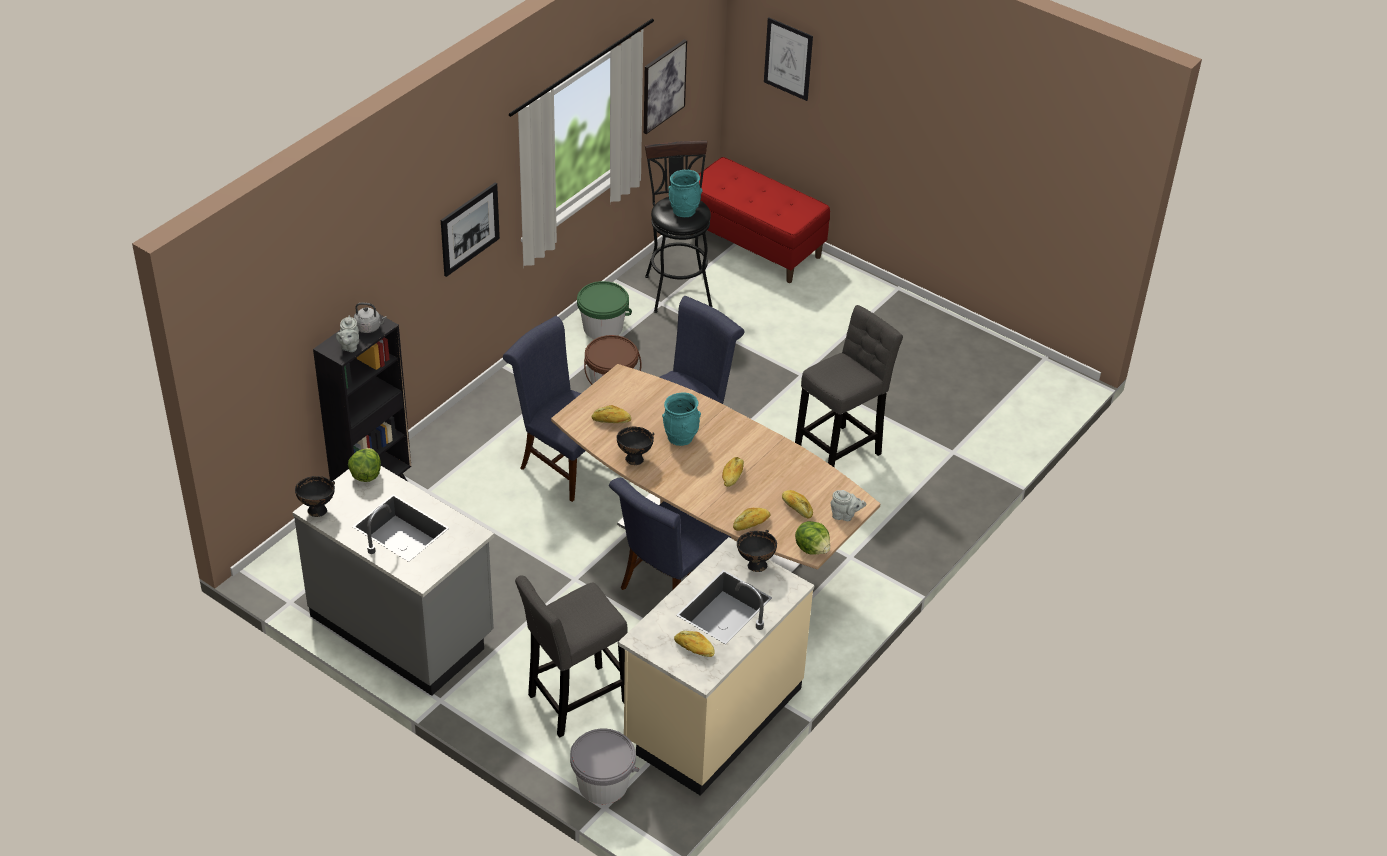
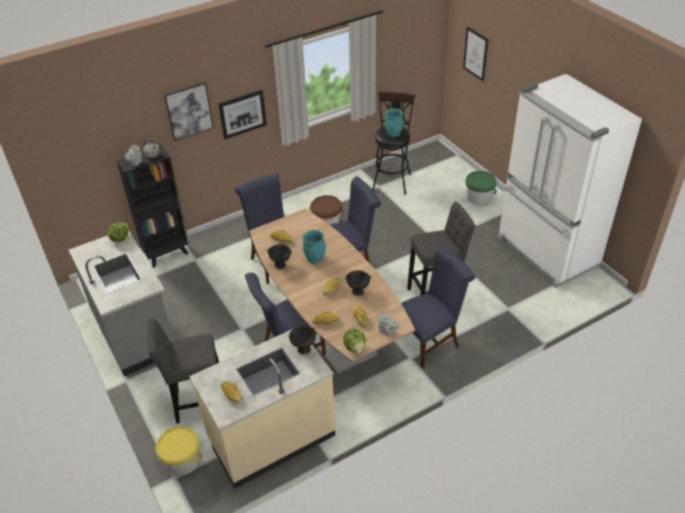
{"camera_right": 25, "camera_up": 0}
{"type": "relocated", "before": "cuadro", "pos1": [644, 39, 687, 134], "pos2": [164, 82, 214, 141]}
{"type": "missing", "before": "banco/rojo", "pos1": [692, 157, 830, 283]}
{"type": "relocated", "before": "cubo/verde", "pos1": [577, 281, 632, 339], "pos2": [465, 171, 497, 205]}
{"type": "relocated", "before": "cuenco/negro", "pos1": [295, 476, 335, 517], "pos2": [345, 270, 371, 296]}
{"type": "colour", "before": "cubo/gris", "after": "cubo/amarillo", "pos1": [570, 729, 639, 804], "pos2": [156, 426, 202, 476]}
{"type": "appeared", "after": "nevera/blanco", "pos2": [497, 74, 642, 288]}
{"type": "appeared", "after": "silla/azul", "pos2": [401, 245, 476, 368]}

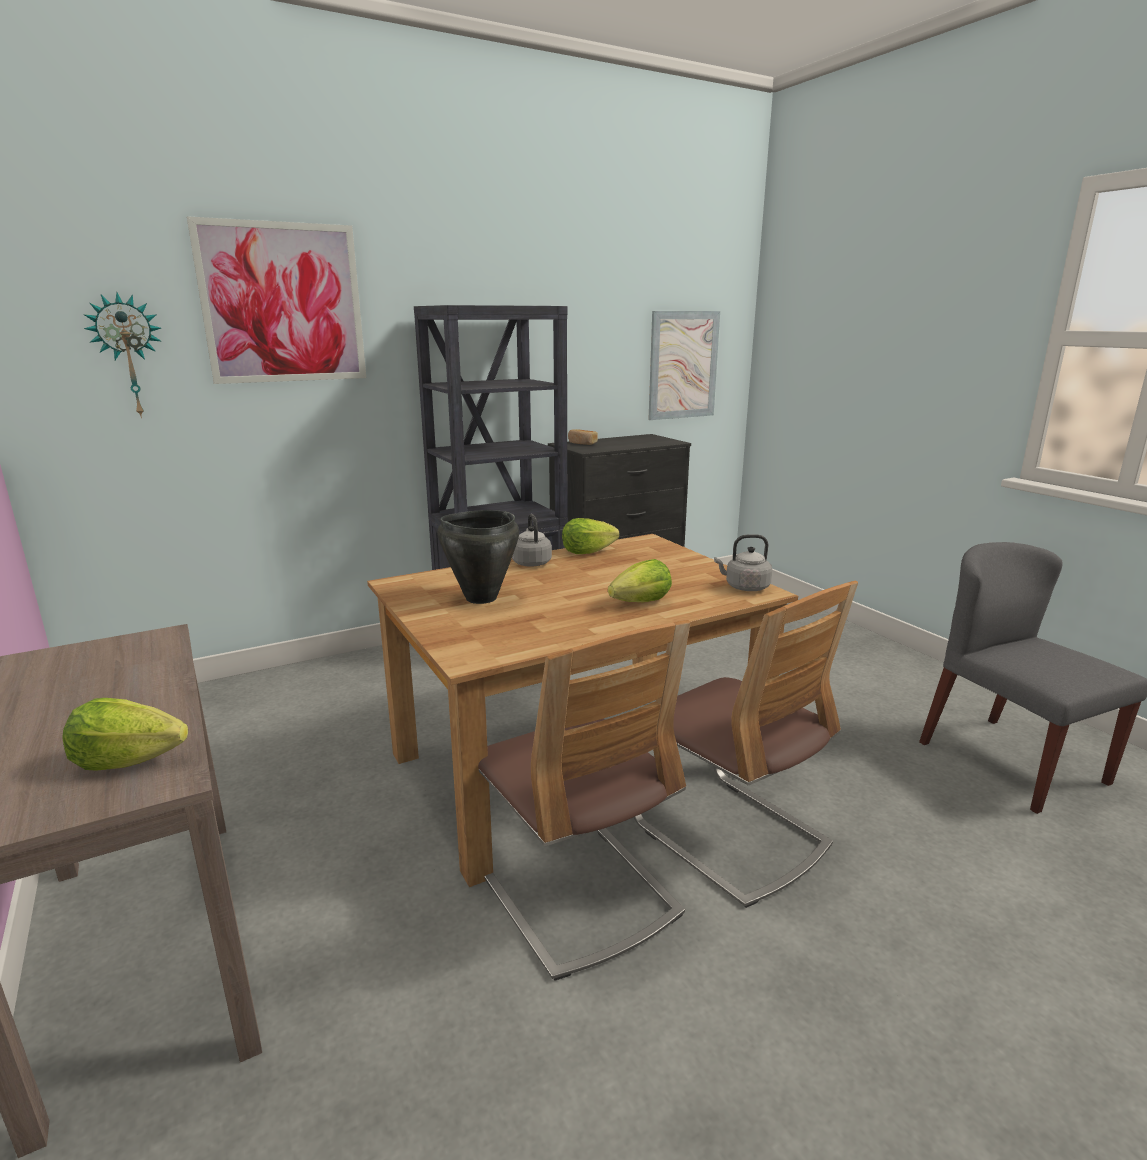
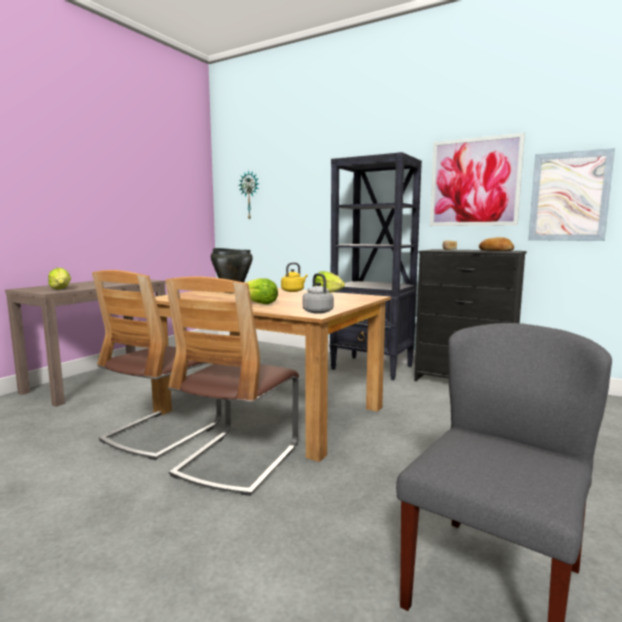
{"camera_right": 60, "camera_up": -10}
{"type": "relocated", "before": "cuadro", "pos1": [187, 216, 366, 384], "pos2": [430, 133, 525, 226]}
{"type": "colour", "before": "hervidor/gris", "after": "hervidor/amarillo", "pos1": [512, 514, 552, 567], "pos2": [281, 263, 308, 292]}
{"type": "appeared", "after": "pan", "pos2": [479, 237, 514, 251]}

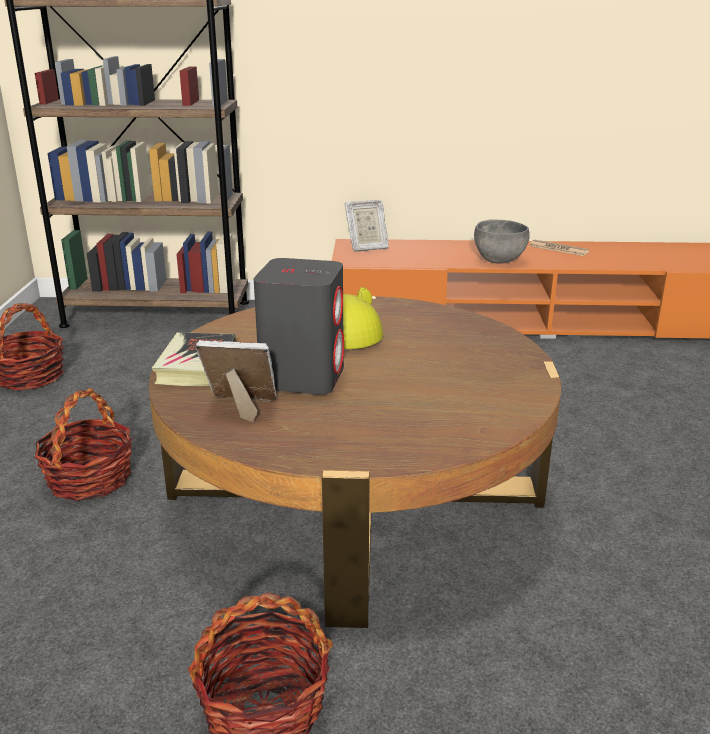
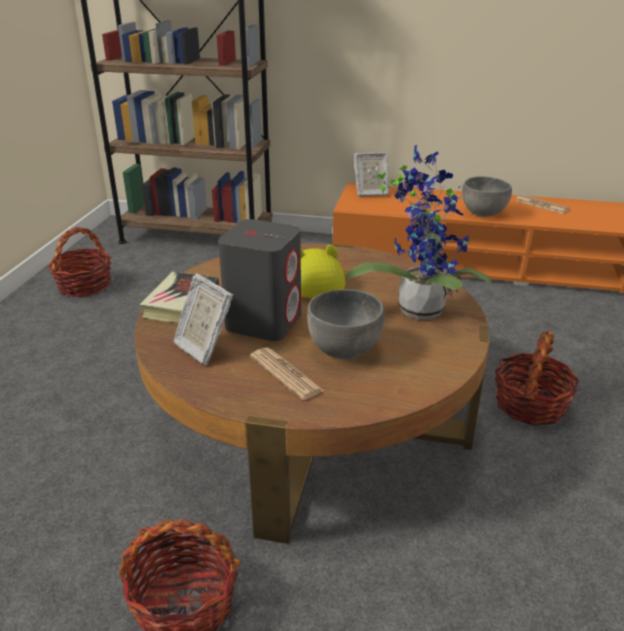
{"camera_right": 10, "camera_up": 5}
{"type": "spun", "before": "portarretratos", "pos1": [196, 340, 277, 422], "pos2": [173, 273, 233, 365], "turn": -150}
{"type": "relocated", "before": "cesta", "pos1": [35, 388, 133, 501], "pos2": [494, 330, 580, 426]}
{"type": "appeared", "after": "planta en maceta", "pos2": [346, 145, 492, 320]}
{"type": "appeared", "after": "cuenco/gris", "pos2": [307, 289, 385, 359]}
{"type": "appeared", "after": "periódico", "pos2": [250, 347, 324, 400]}

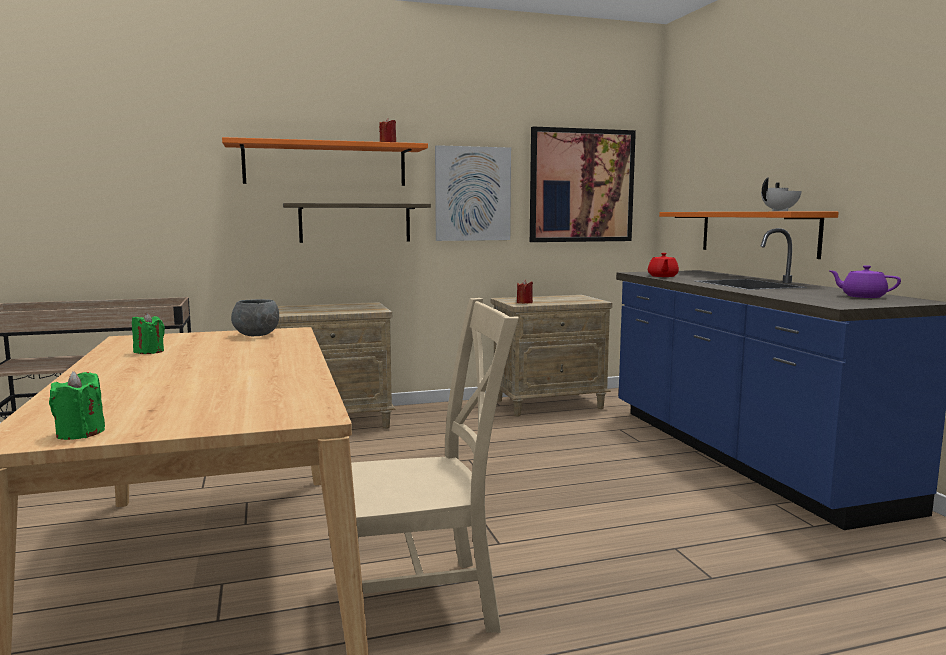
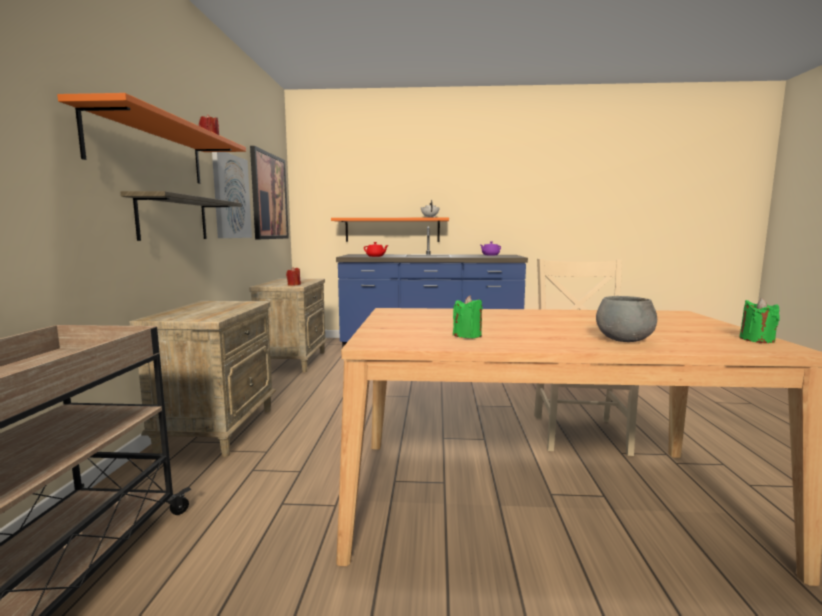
{"camera_right": -70, "camera_up": 0}
{"type": "relocated", "before": "cuenco/gris", "pos1": [231, 299, 279, 336], "pos2": [596, 296, 657, 342]}

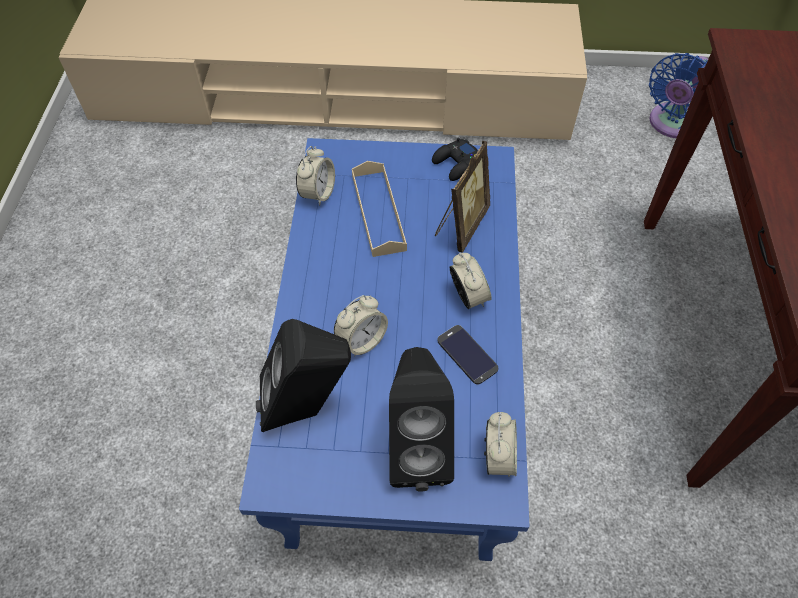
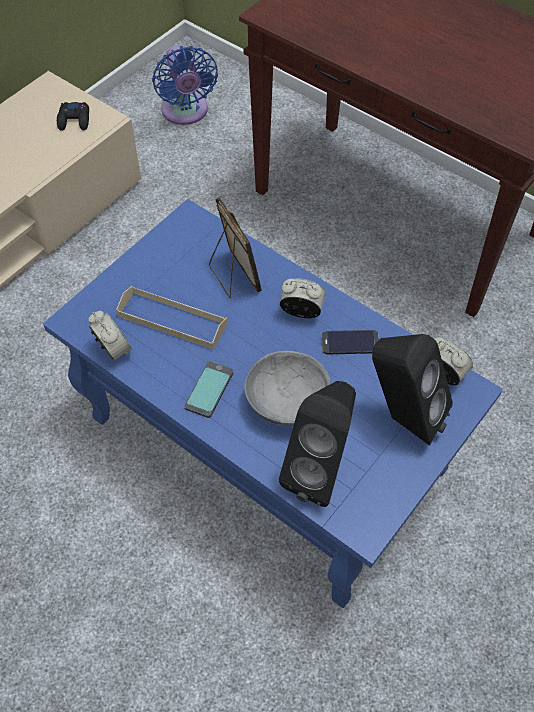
{"camera_right": -55, "camera_up": 0}
{"type": "relocated", "before": "mando de consola/negro", "pos1": [432, 137, 478, 181], "pos2": [57, 102, 89, 131]}
{"type": "exchanged", "before": "despertador", "after": "cuenco/gris", "pos1": [334, 295, 388, 357], "pos2": [244, 351, 331, 426]}
{"type": "appeared", "after": "móvil", "pos2": [184, 361, 233, 418]}

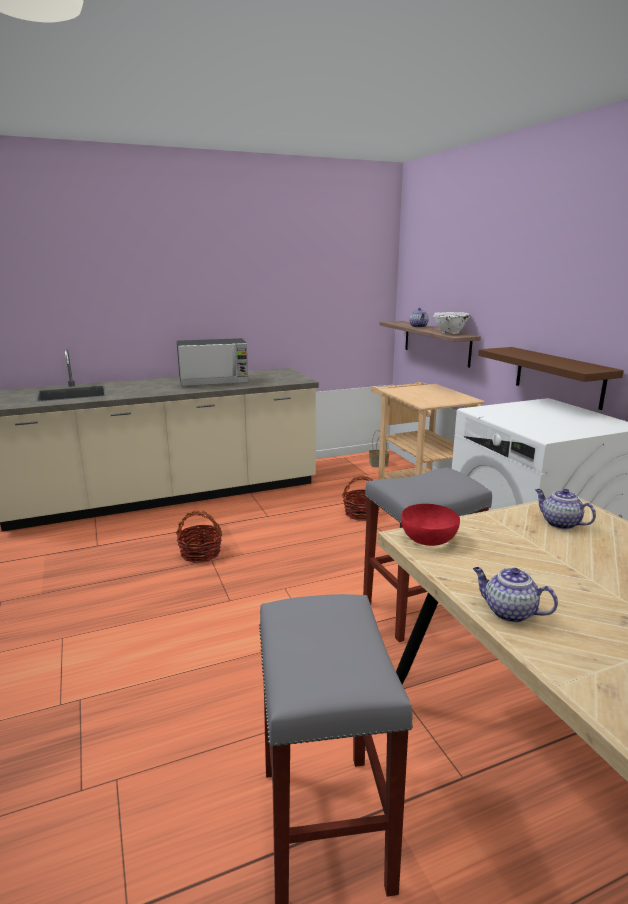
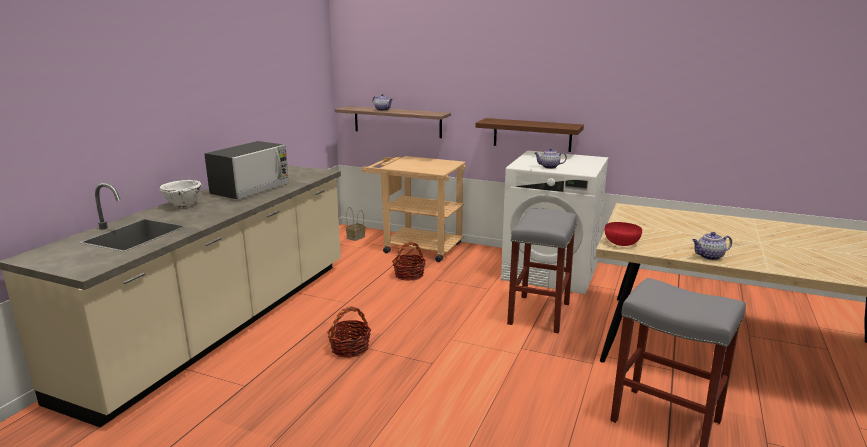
{"camera_right": -45, "camera_up": 0}
{"type": "relocated", "before": "cuenco/blanco", "pos1": [433, 312, 470, 334], "pos2": [159, 180, 202, 208]}
{"type": "relocated", "before": "tetera", "pos1": [535, 489, 596, 529], "pos2": [534, 148, 567, 169]}

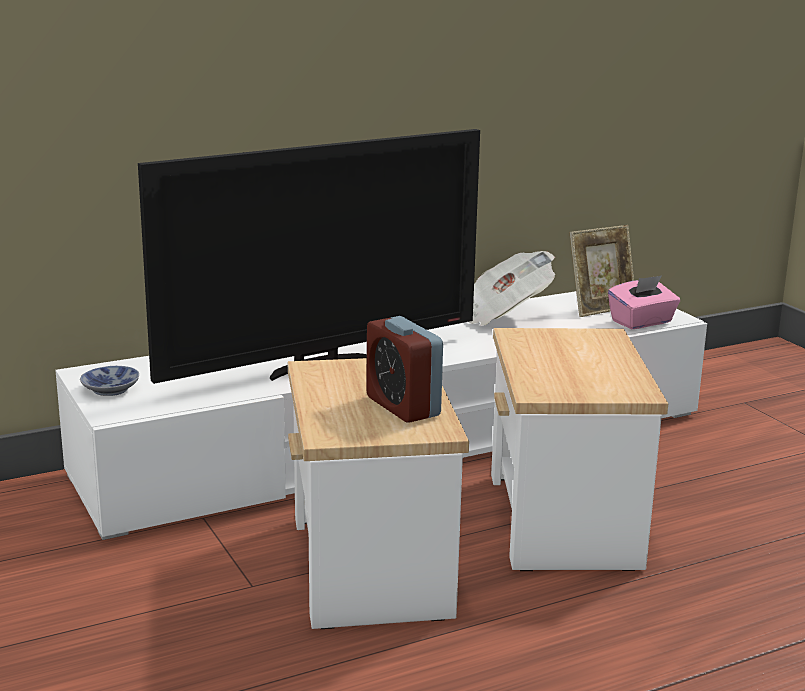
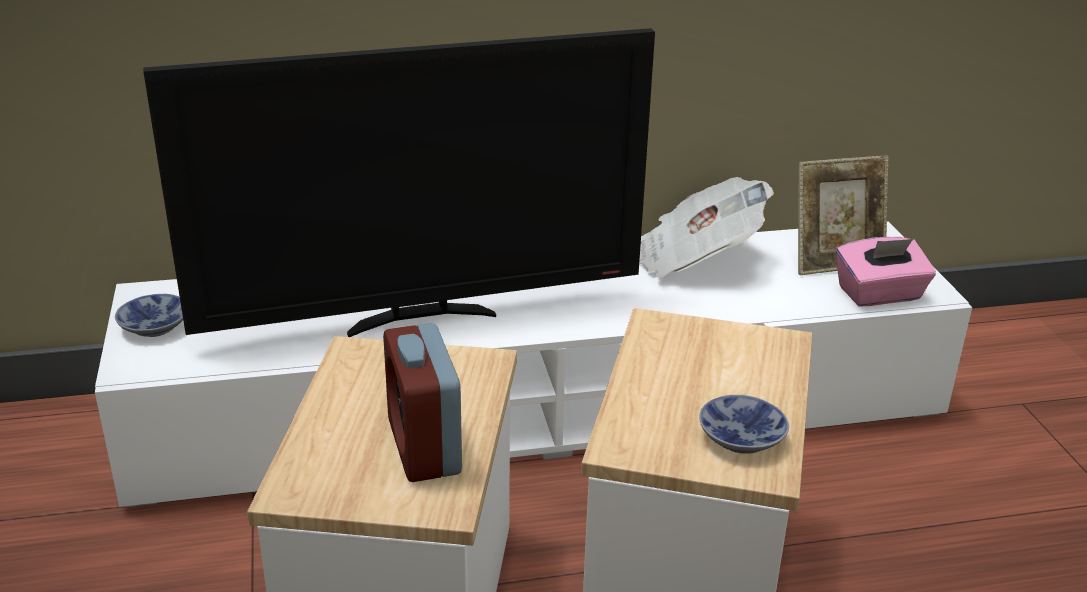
{"camera_right": 15, "camera_up": 10}
{"type": "appeared", "after": "cuenco", "pos2": [699, 395, 789, 454]}

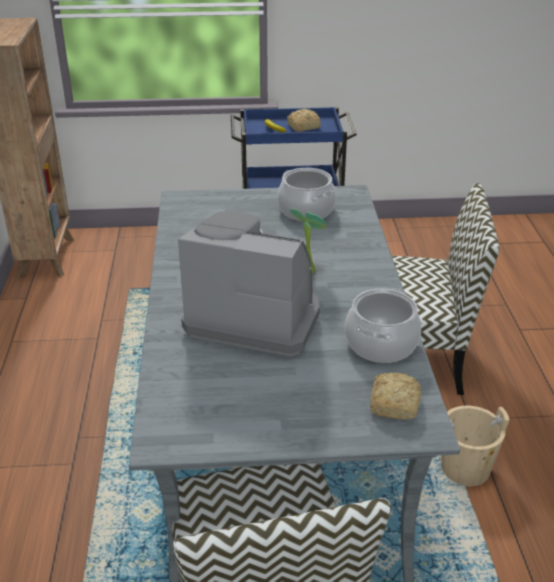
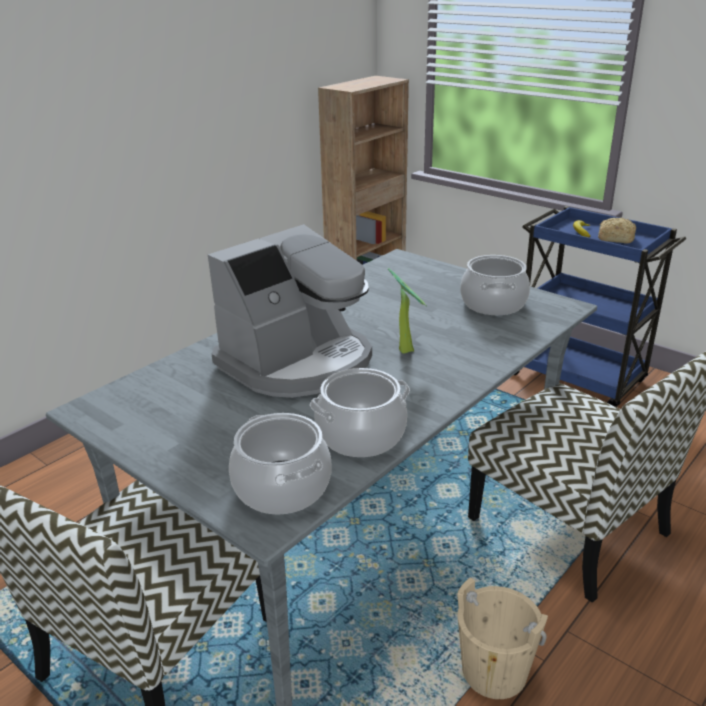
{"camera_right": 45, "camera_up": -5}
{"type": "spun", "before": "cafetera", "pos1": [178, 211, 320, 357], "pos2": [208, 224, 372, 398], "turn": 75}
{"type": "exchanged", "before": "pan", "after": "olla", "pos1": [370, 372, 421, 420], "pos2": [229, 413, 332, 515]}

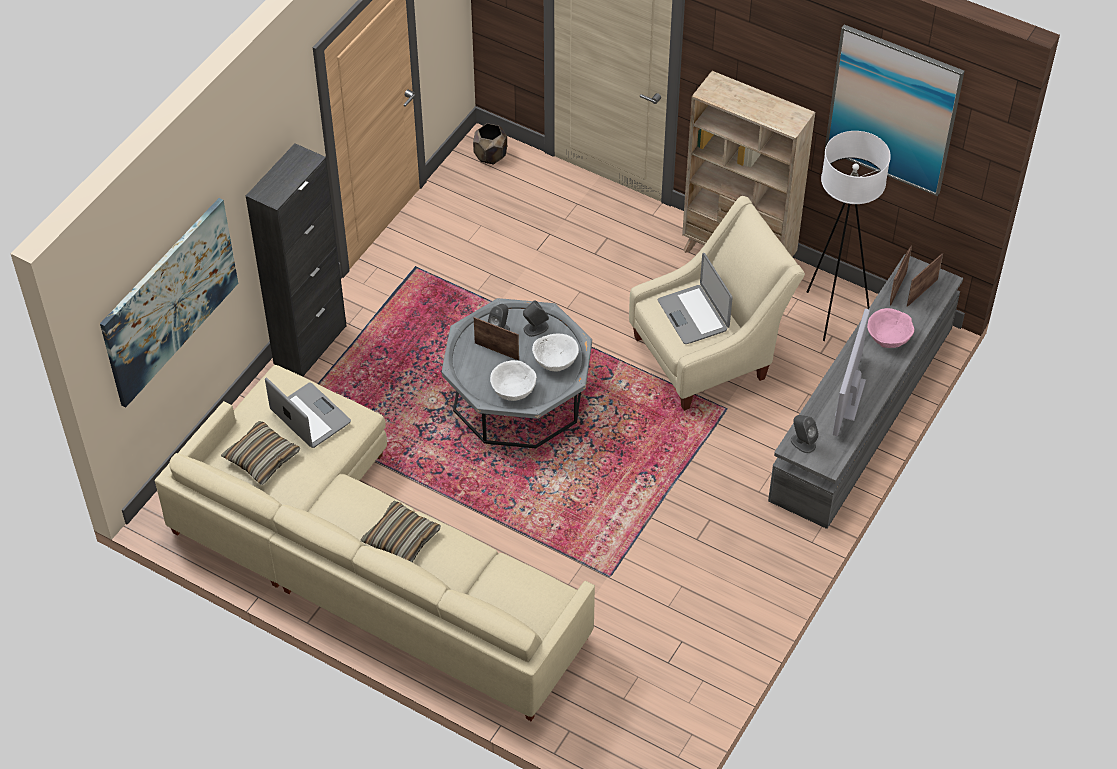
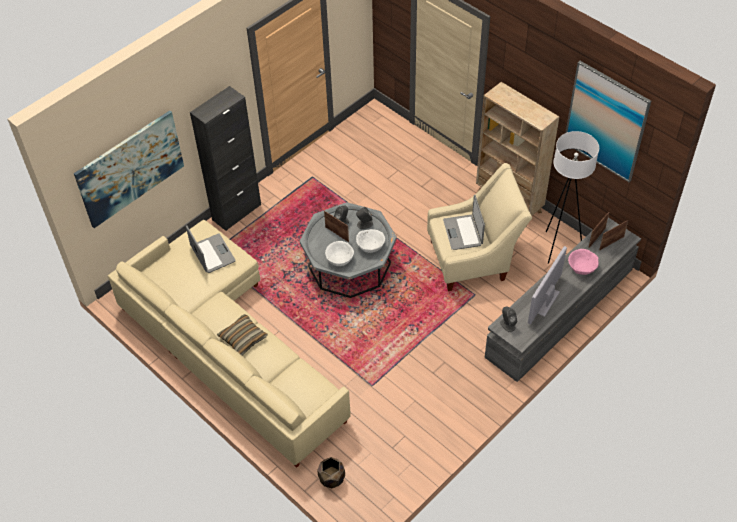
{"camera_right": 15, "camera_up": 0}
{"type": "relocated", "before": "maceta/marrón", "pos1": [473, 123, 507, 165], "pos2": [317, 457, 345, 488]}
{"type": "missing", "before": "cojín", "pos1": [221, 421, 300, 485]}

